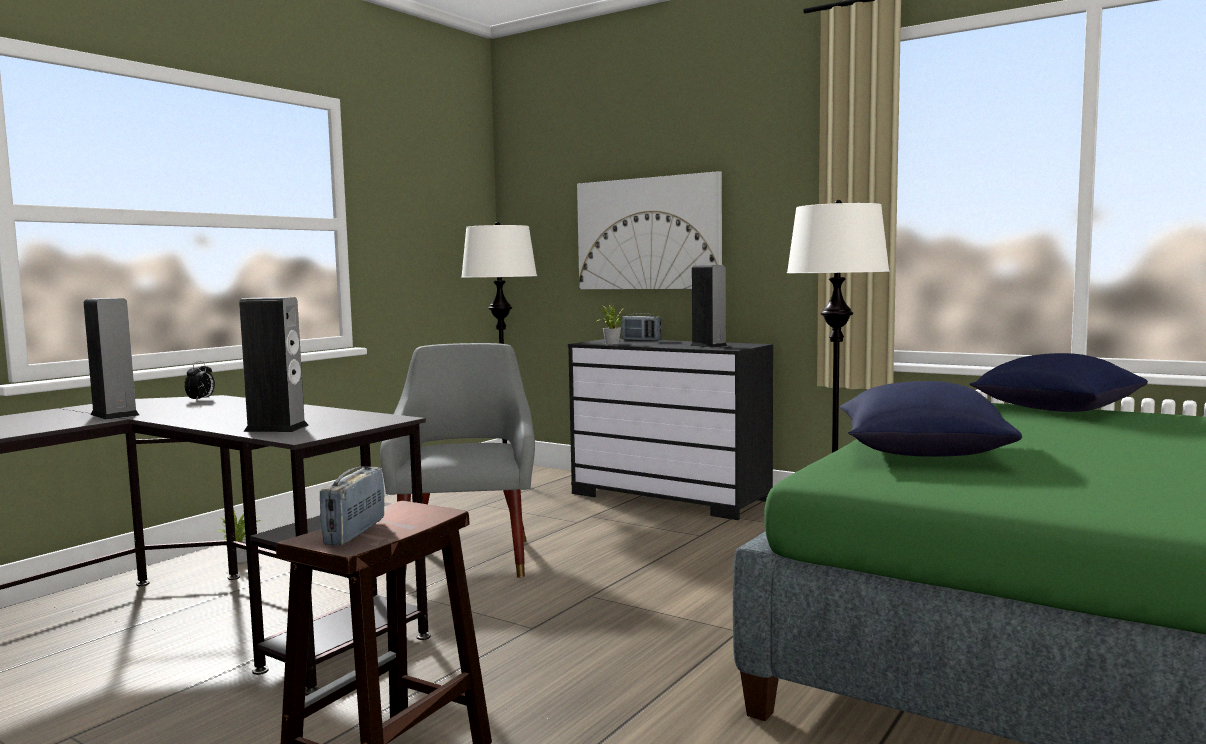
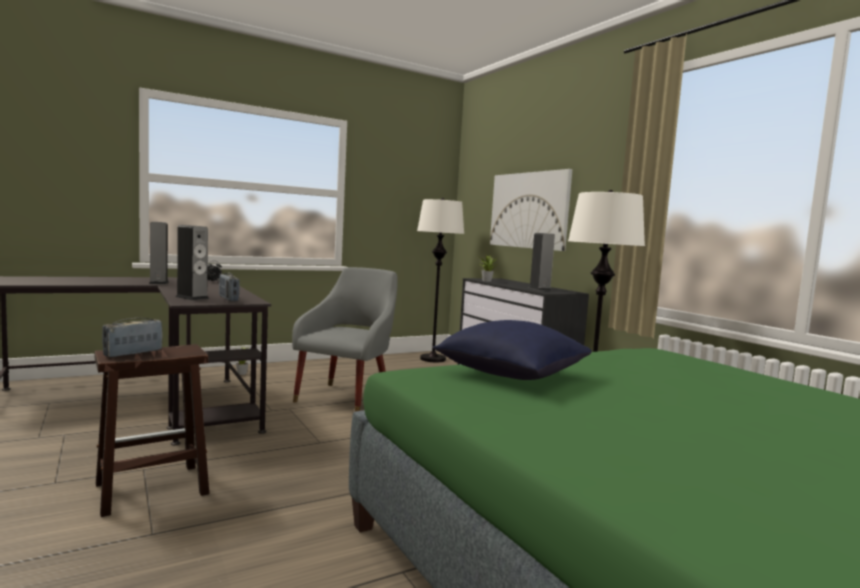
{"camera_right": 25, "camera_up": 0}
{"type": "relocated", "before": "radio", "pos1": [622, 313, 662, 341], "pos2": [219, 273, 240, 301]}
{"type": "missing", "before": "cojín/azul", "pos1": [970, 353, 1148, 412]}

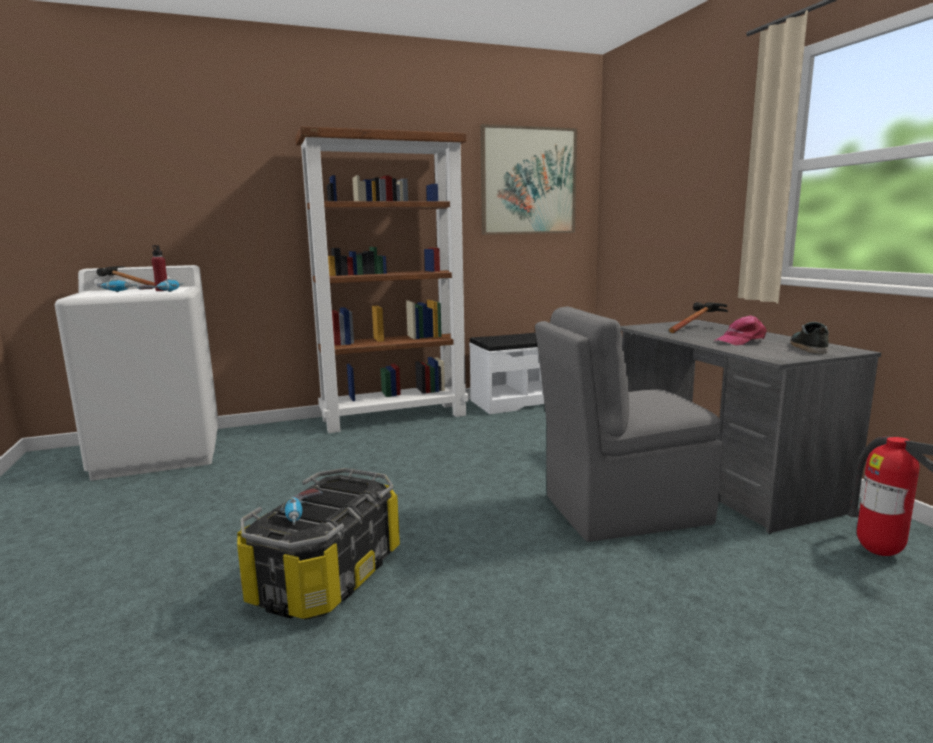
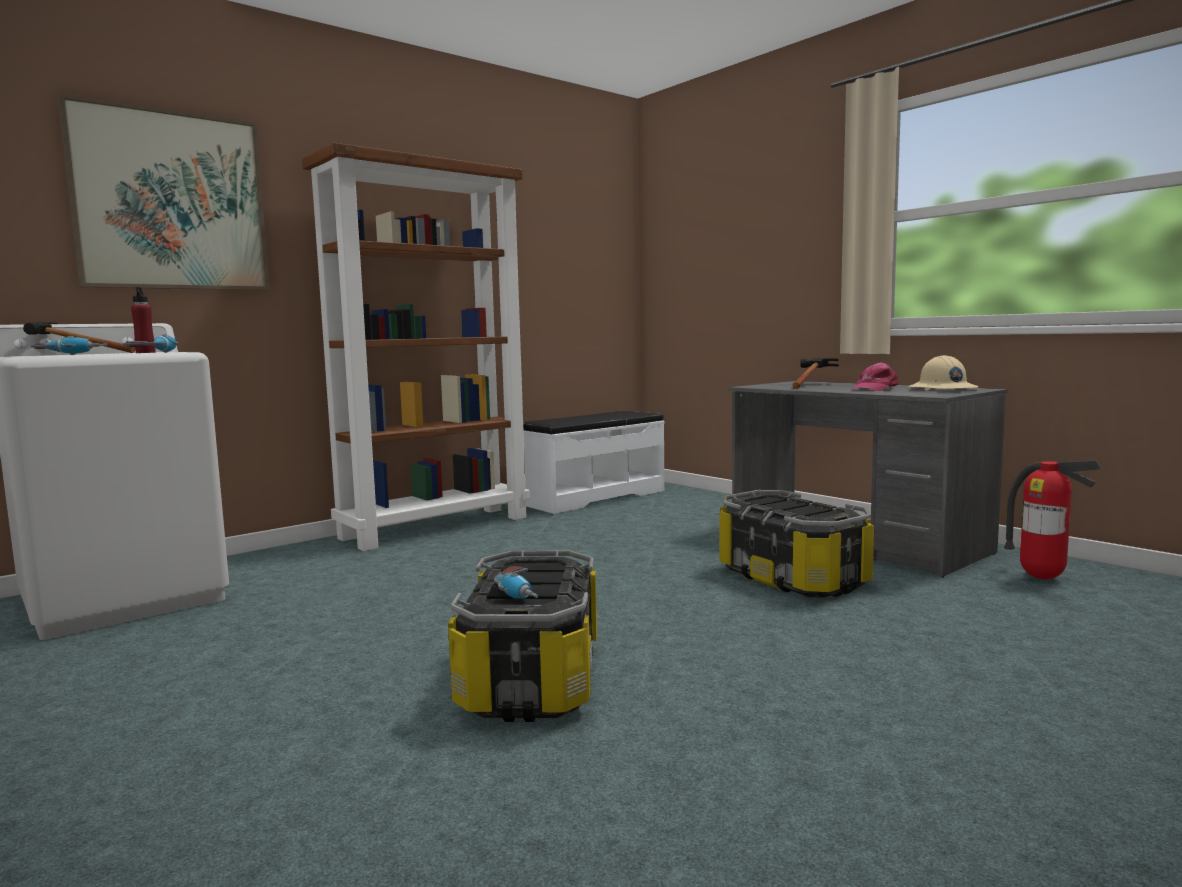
{"camera_right": -20, "camera_up": -5}
{"type": "relocated", "before": "cuadro", "pos1": [480, 124, 577, 235], "pos2": [57, 93, 270, 290]}
{"type": "exchanged", "before": "silla/gris", "after": "caja de almacenaje", "pos1": [535, 306, 723, 542], "pos2": [719, 490, 874, 598]}
{"type": "exchanged", "before": "zapato", "after": "casco/beis", "pos1": [790, 322, 829, 354], "pos2": [908, 355, 979, 391]}

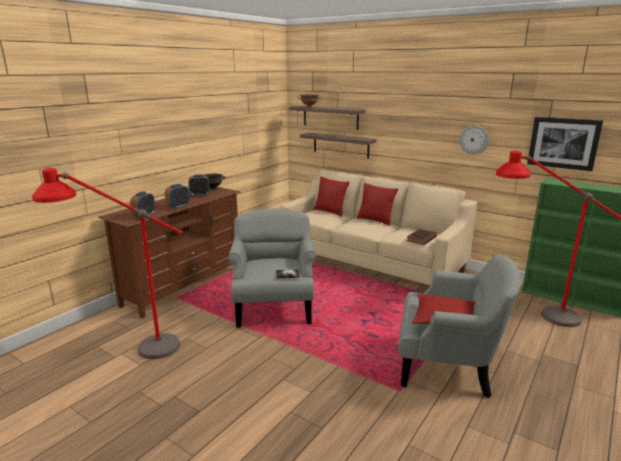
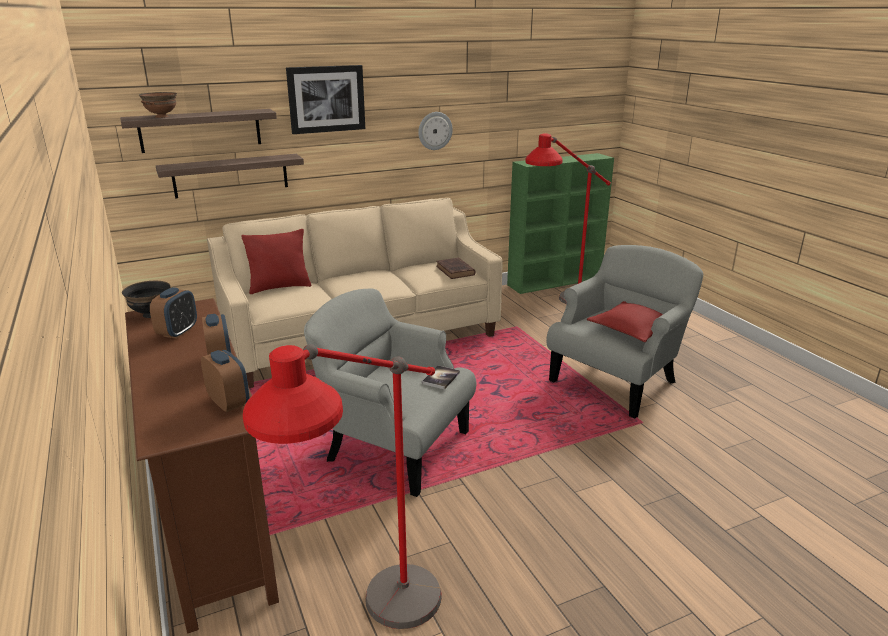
{"camera_right": -60, "camera_up": 5}
{"type": "relocated", "before": "cuadro", "pos1": [527, 117, 603, 171], "pos2": [286, 65, 365, 134]}
{"type": "missing", "before": "cojín/rojo", "pos1": [357, 183, 398, 226]}

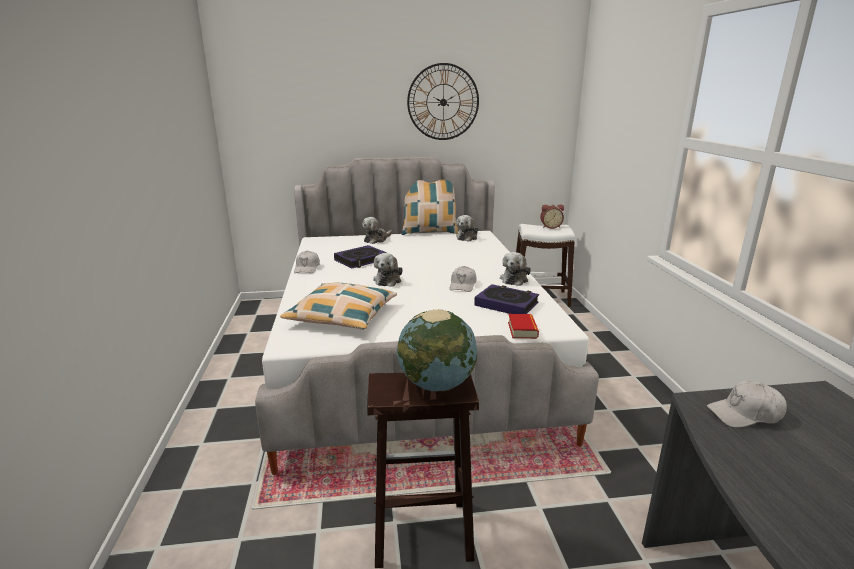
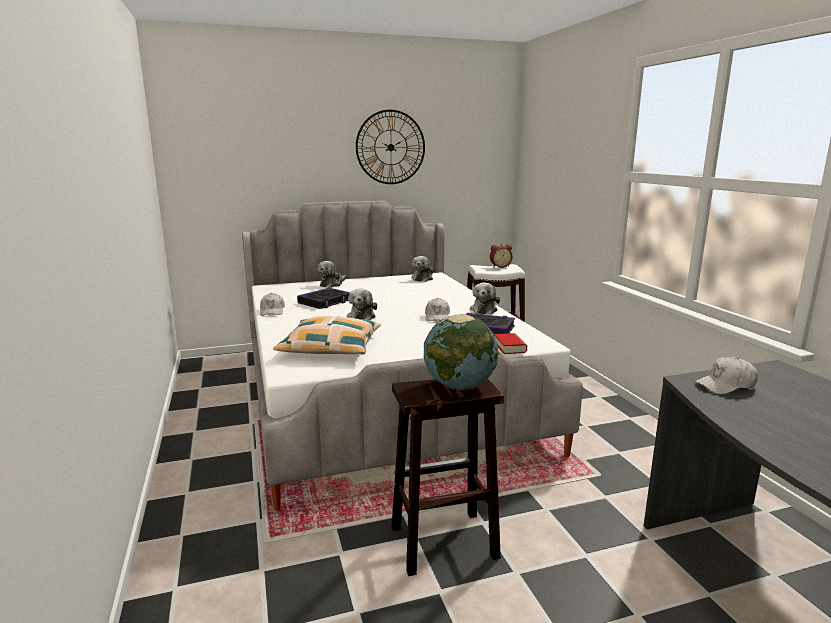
{"camera_right": -10, "camera_up": -5}
{"type": "missing", "before": "cojín", "pos1": [402, 180, 458, 235]}

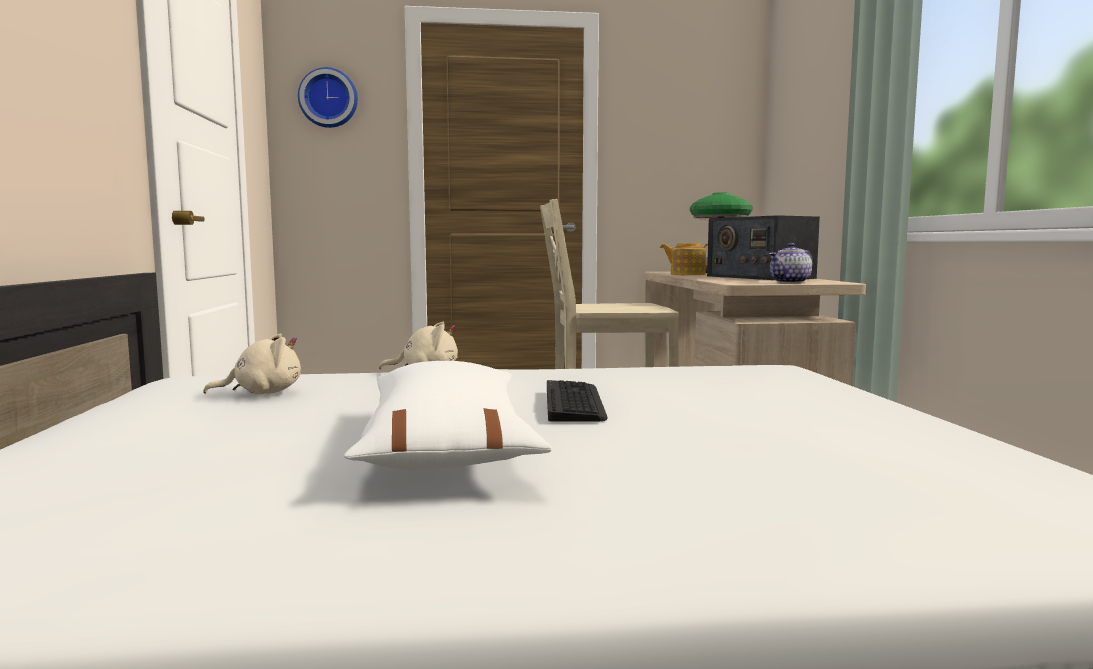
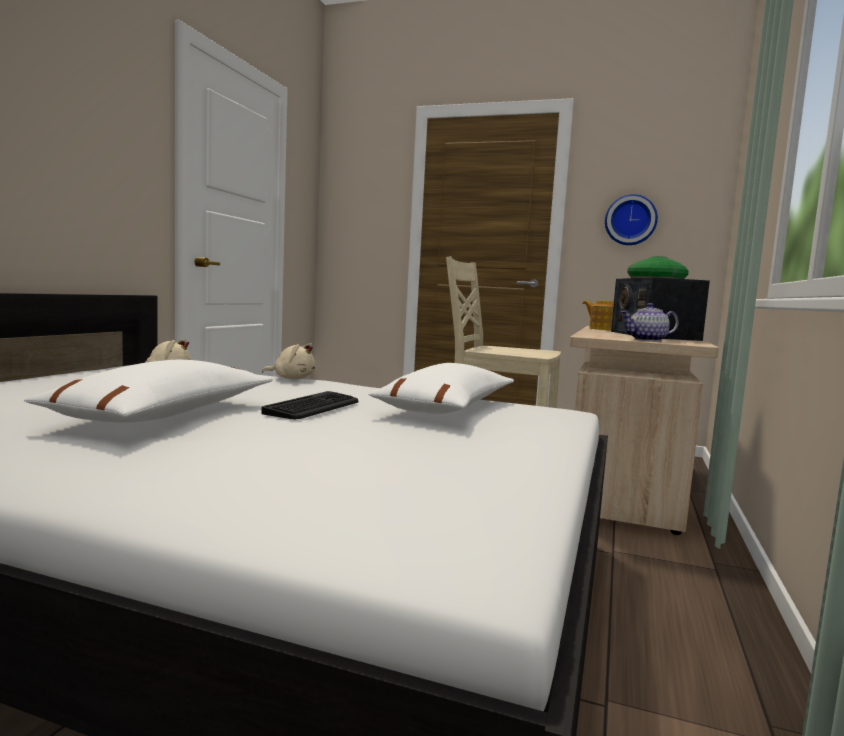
{"camera_right": 25, "camera_up": 0}
{"type": "relocated", "before": "reloj de pared", "pos1": [298, 67, 358, 128], "pos2": [605, 194, 658, 245]}
{"type": "appeared", "after": "cojín/blanco", "pos2": [368, 363, 514, 414]}

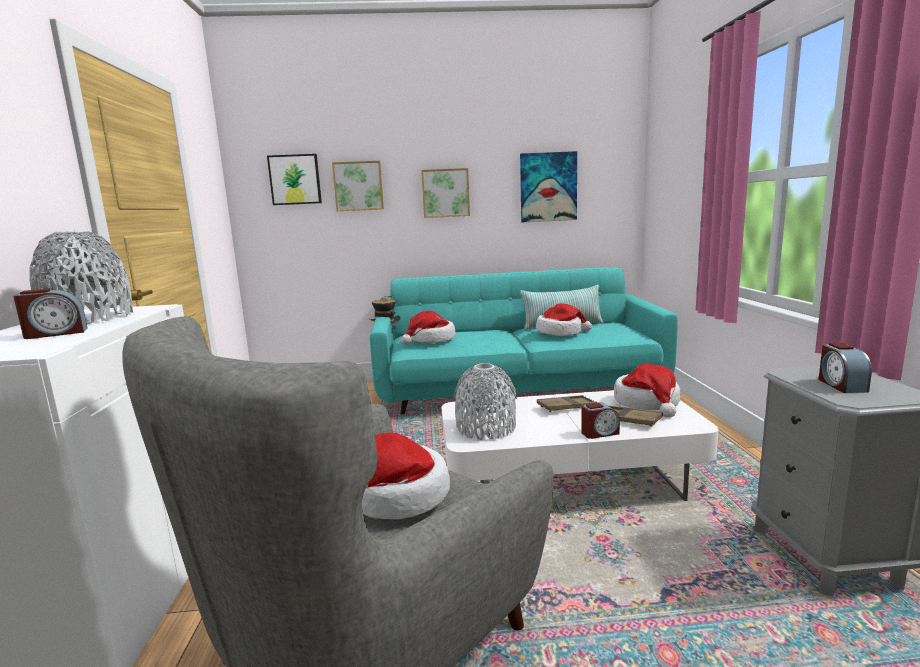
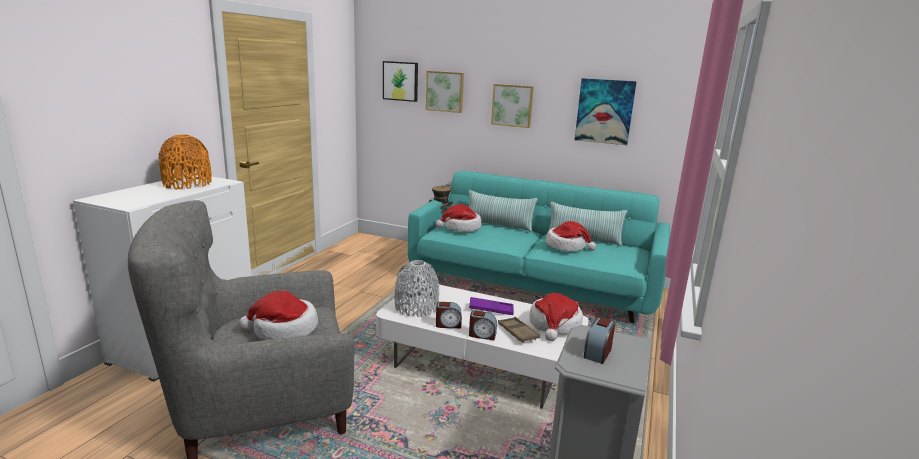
{"camera_right": 25, "camera_up": 5}
{"type": "colour", "before": "florero/gris", "after": "florero/naranja", "pos1": [29, 230, 133, 324], "pos2": [159, 135, 211, 189]}
{"type": "relocated", "before": "despertador", "pos1": [13, 289, 87, 339], "pos2": [436, 302, 462, 328]}
{"type": "colour", "before": "bandeja/marrón", "after": "bandeja/morado", "pos1": [537, 395, 597, 412], "pos2": [469, 297, 514, 315]}
{"type": "appeared", "after": "cojín", "pos2": [468, 190, 538, 232]}

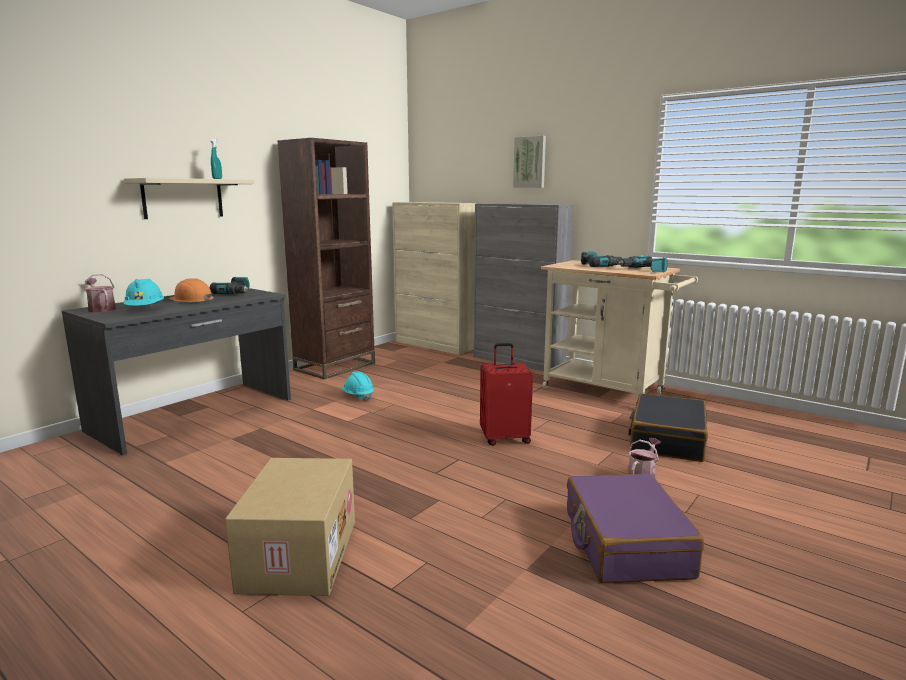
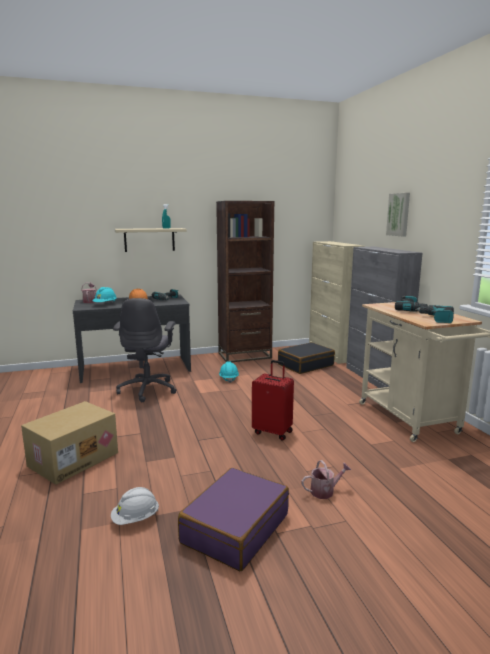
{"camera_right": 35, "camera_up": 0}
{"type": "relocated", "before": "maleta/negro", "pos1": [628, 393, 708, 462], "pos2": [278, 342, 335, 374]}
{"type": "appeared", "after": "silla de oficina/gris", "pos2": [113, 298, 176, 402]}
{"type": "appeared", "after": "casco/blanco", "pos2": [111, 487, 159, 525]}

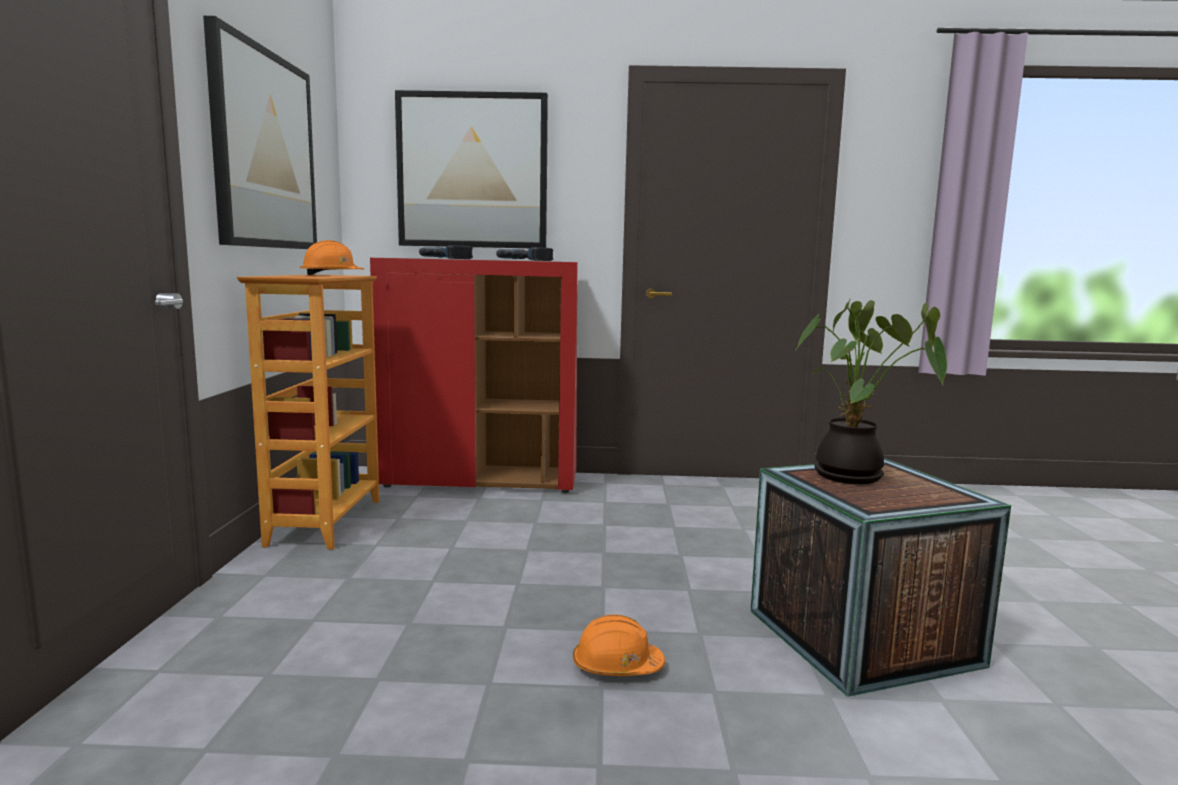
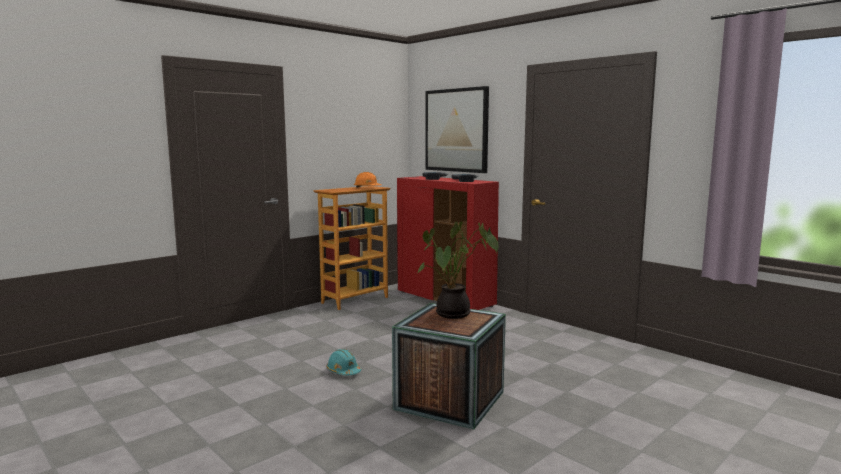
{"camera_right": 45, "camera_up": 0}
{"type": "missing", "before": "cuadro", "pos1": [203, 16, 317, 249]}
{"type": "colour", "before": "casco/naranja", "after": "casco/turquesa", "pos1": [573, 614, 665, 676], "pos2": [327, 349, 361, 376]}

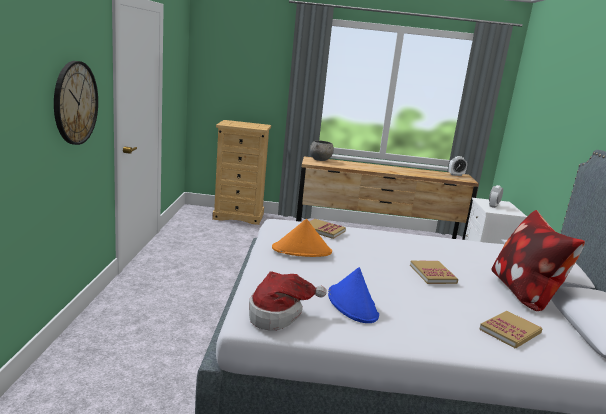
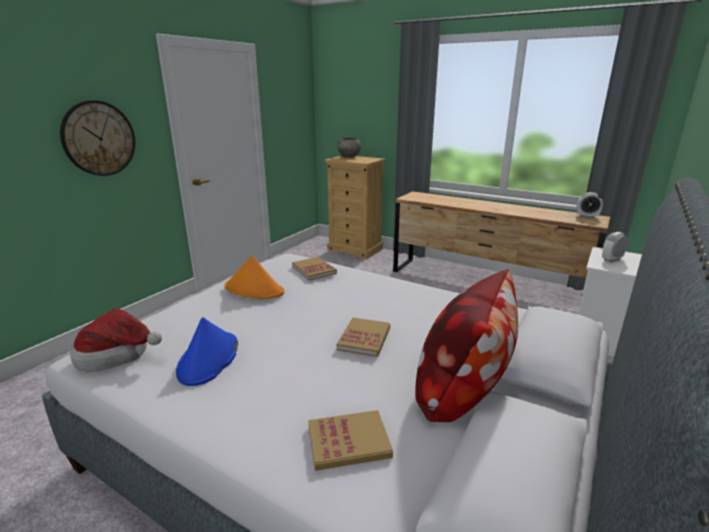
{"camera_right": 30, "camera_up": 5}
{"type": "relocated", "before": "cuenco/gris", "pos1": [310, 140, 334, 161], "pos2": [338, 138, 361, 158]}

